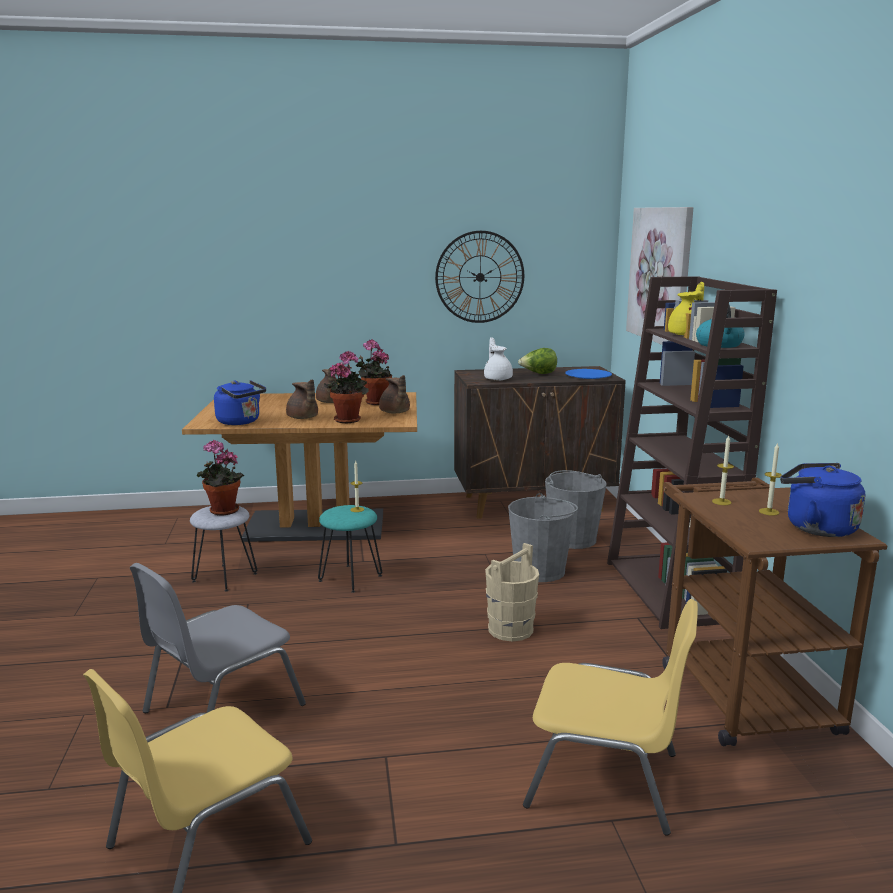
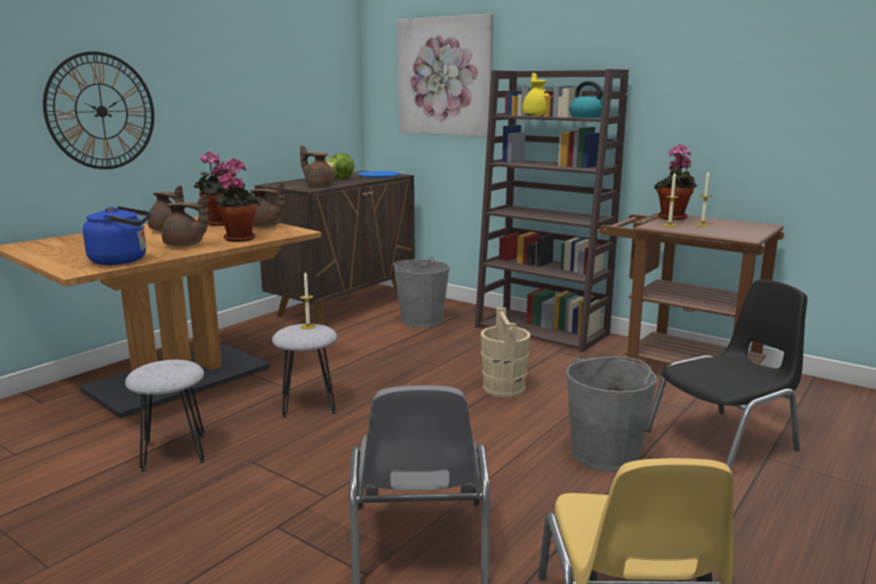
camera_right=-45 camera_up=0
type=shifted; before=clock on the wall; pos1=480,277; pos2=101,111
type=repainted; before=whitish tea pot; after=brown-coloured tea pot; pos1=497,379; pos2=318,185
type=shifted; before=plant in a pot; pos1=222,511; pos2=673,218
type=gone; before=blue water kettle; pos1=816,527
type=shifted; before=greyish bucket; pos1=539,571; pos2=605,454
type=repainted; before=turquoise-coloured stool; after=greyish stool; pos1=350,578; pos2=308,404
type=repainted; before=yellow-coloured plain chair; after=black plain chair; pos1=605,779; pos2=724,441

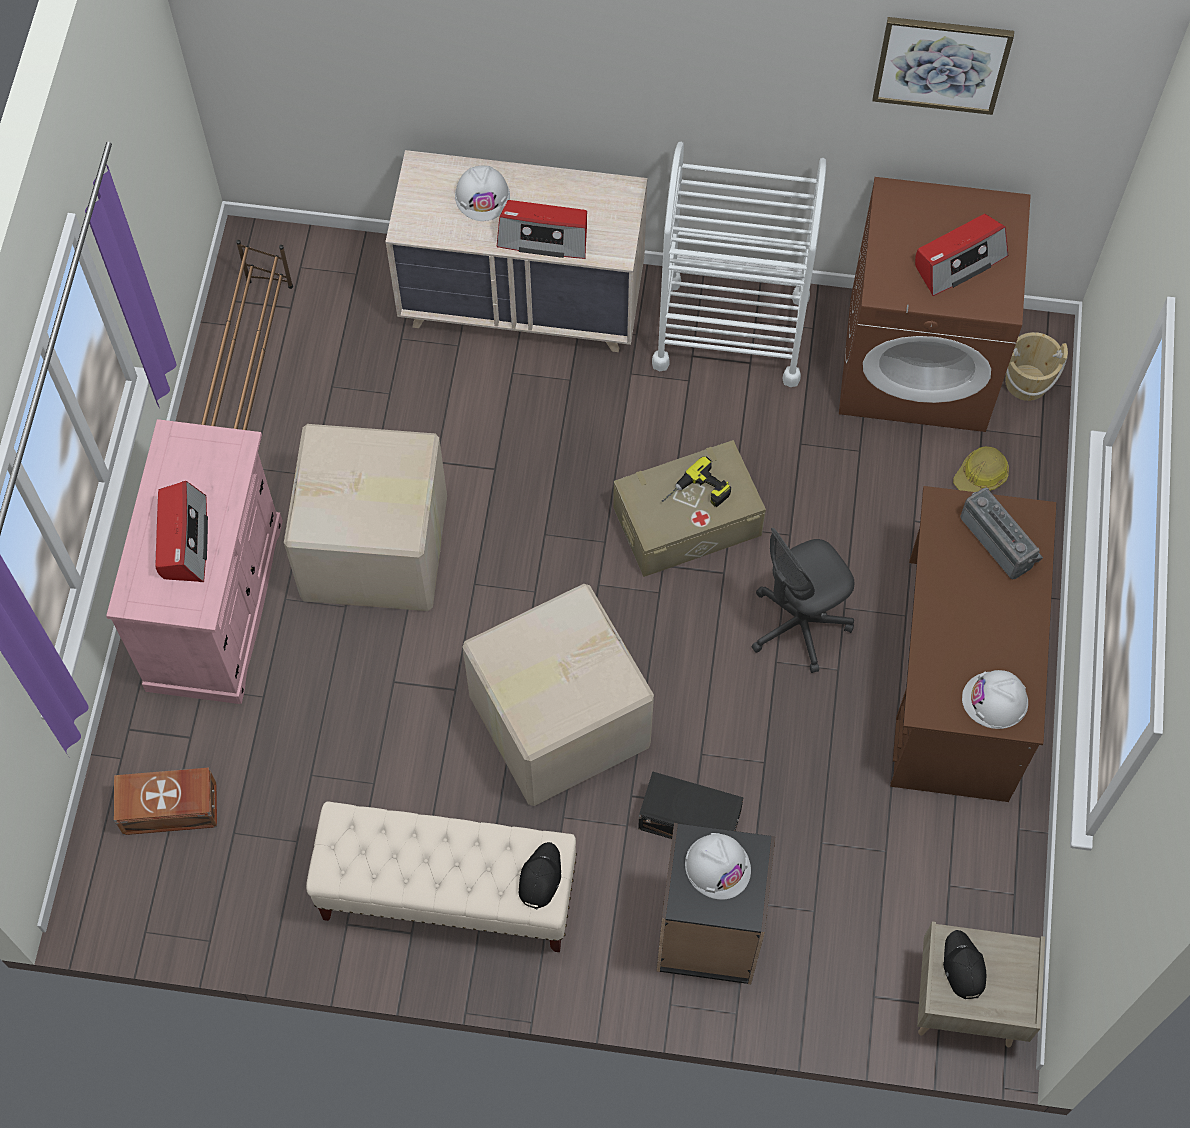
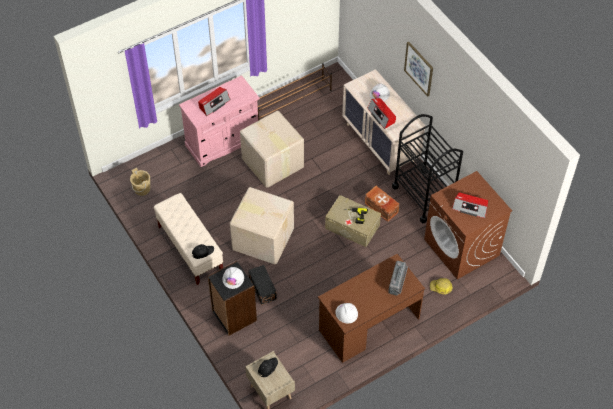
camera_right=50 camera_up=-10
type=shifted; before=wall art; pos1=941,64; pos2=419,68
type=repainted; before=whitish wheeled cart; after=black wheeled cart; pos1=731,331; pos2=423,196
type=shifted; before=sand-coloured bucket; pos1=1026,382; pos2=142,189
type=gone; before=greyish office chair; pos1=798,625
type=shifted; before=brown-coloured storage box; pos1=171,810; pos2=381,208

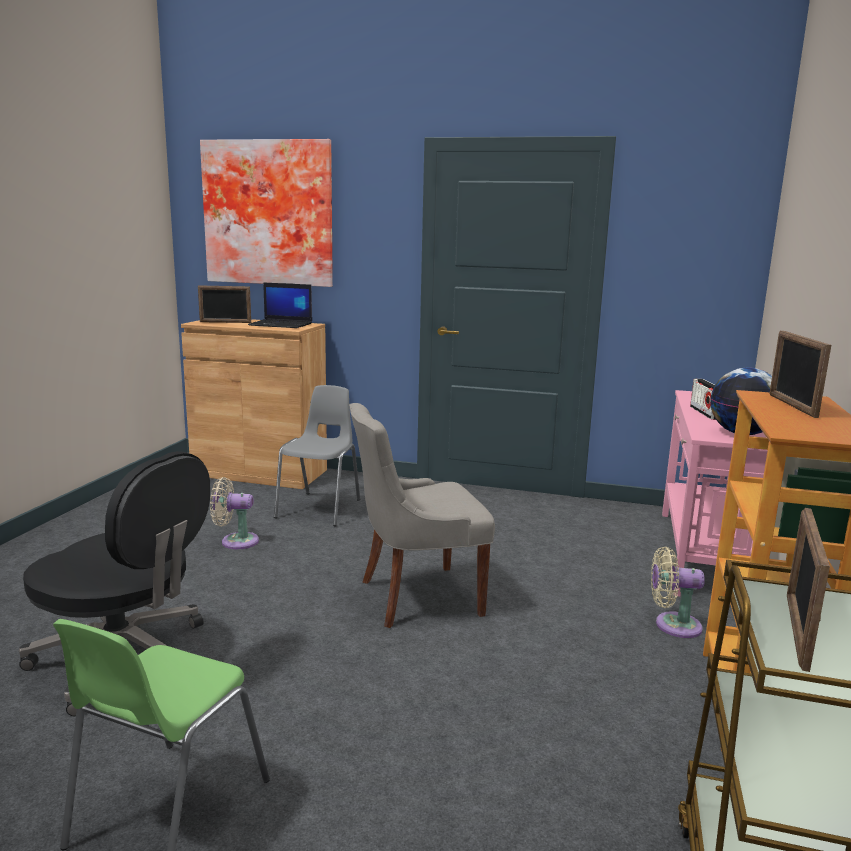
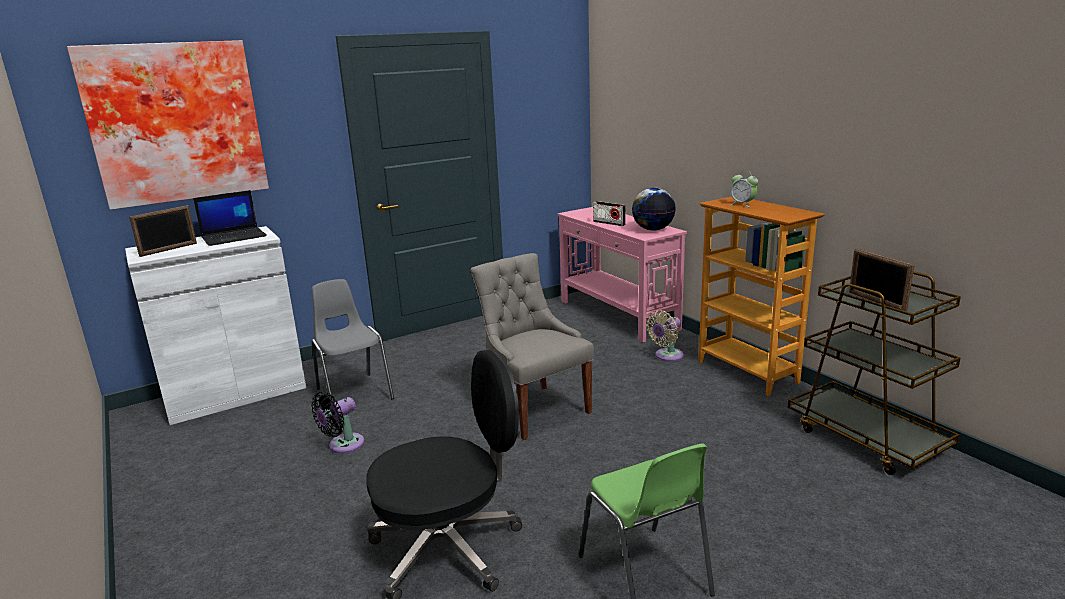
camera_right=-45 camera_up=5
type=repainted; before=brown-coloured cupboard; after=whitish cupboard; pos1=260,472; pos2=235,393
type=swapped; before=standing frame; after=alarm clock; pos1=791,405; pos2=742,204
type=rotated; before=greyish plain chair; pos1=417,597; pos2=535,409; turn=120
type=repainted; before=sand-coloured fan; after=black fan; pos1=236,541; pos2=343,445

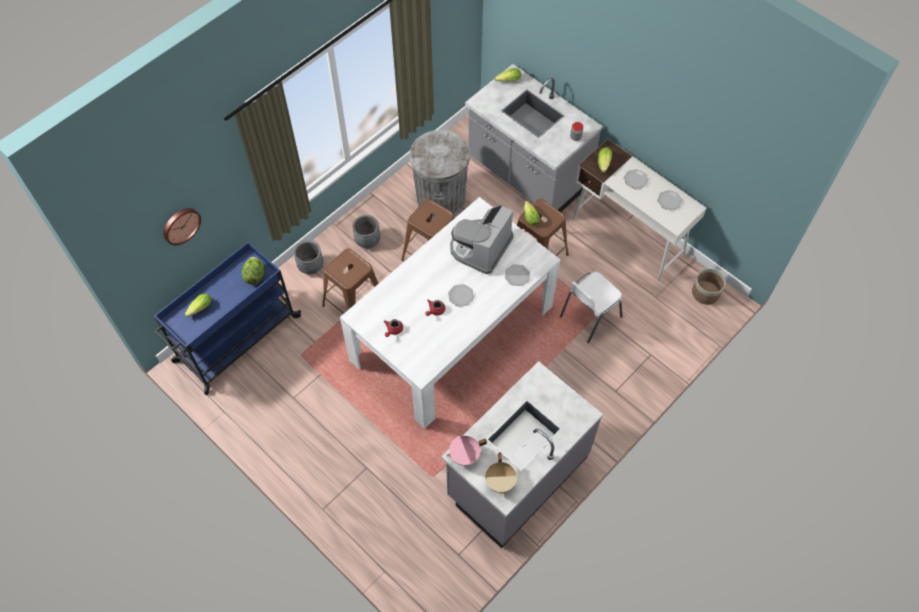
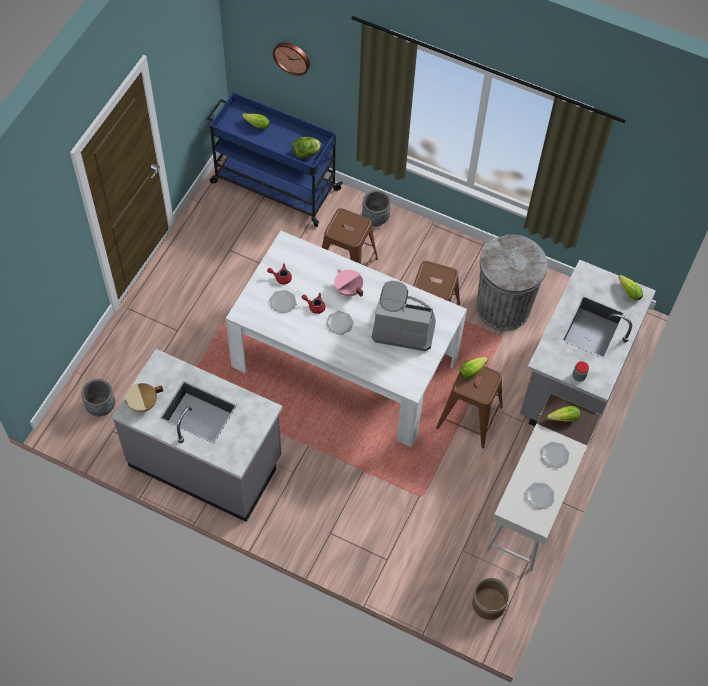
camera_right=70 camera_up=0
type=shifted; before=greyish plant pot; pos1=367,241; pos2=101,406
type=shifted; before=flat dish; pos1=517,276; pos2=282,302
type=gone; before=whitish plain chair; pos1=589,317
type=shifted; before=pink saucepot; pos1=465,456; pos2=348,290

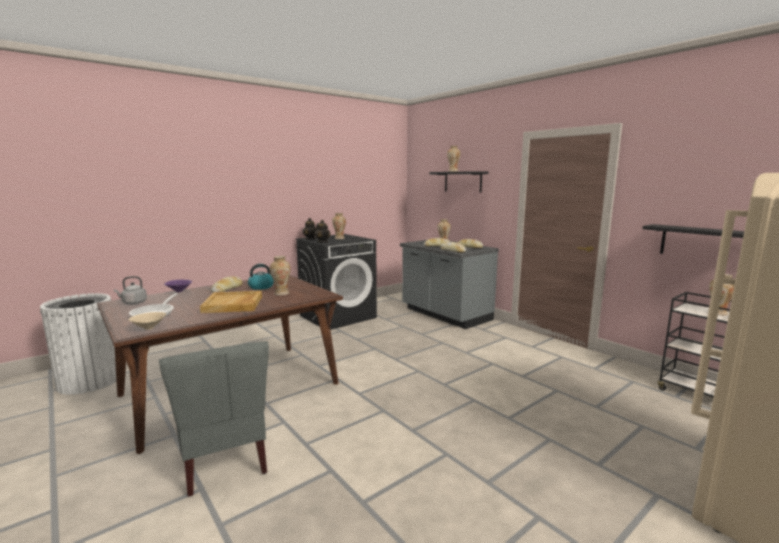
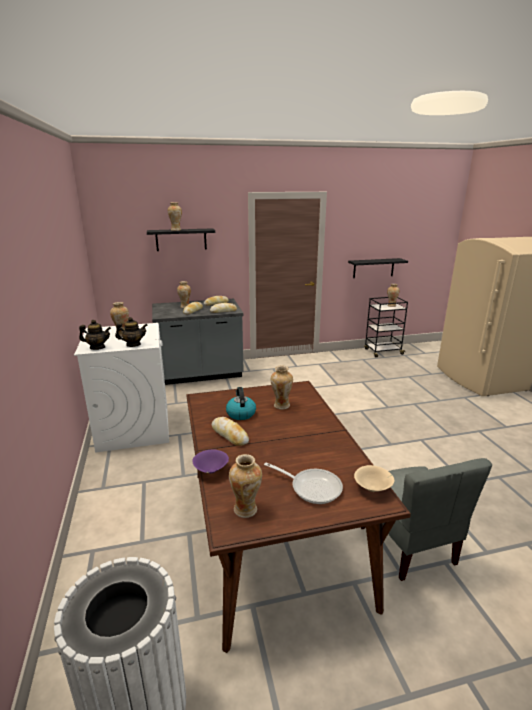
camera_right=-65 camera_up=10
type=repainted; before=black washing machine; after=whitish washing machine; pos1=338,316; pos2=134,427
type=swapped; before=greyish water kettle; after=flower vase; pos1=133,303; pos2=246,509
type=gone; before=sand-coloured carrying tray; pos1=233,304
type=rotated; before=greyish plain chair; pos1=224,461; pos2=408,545; turn=75

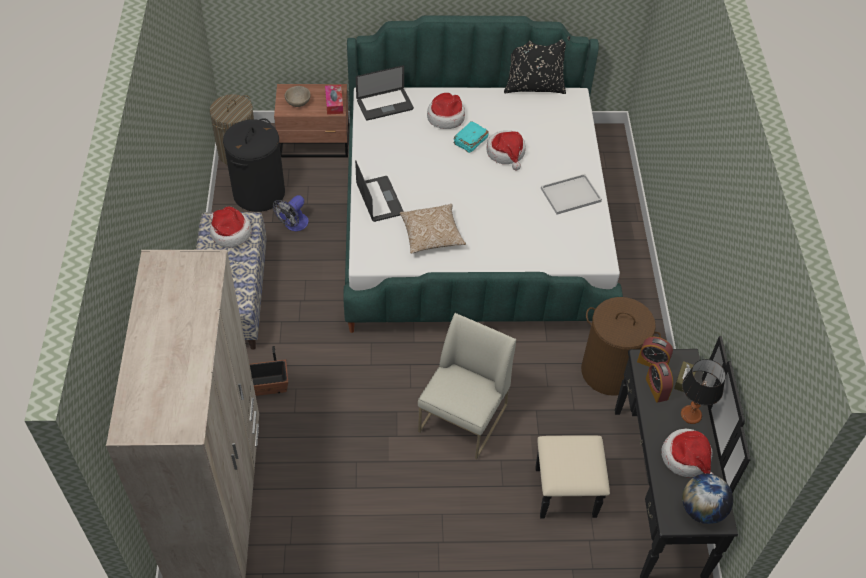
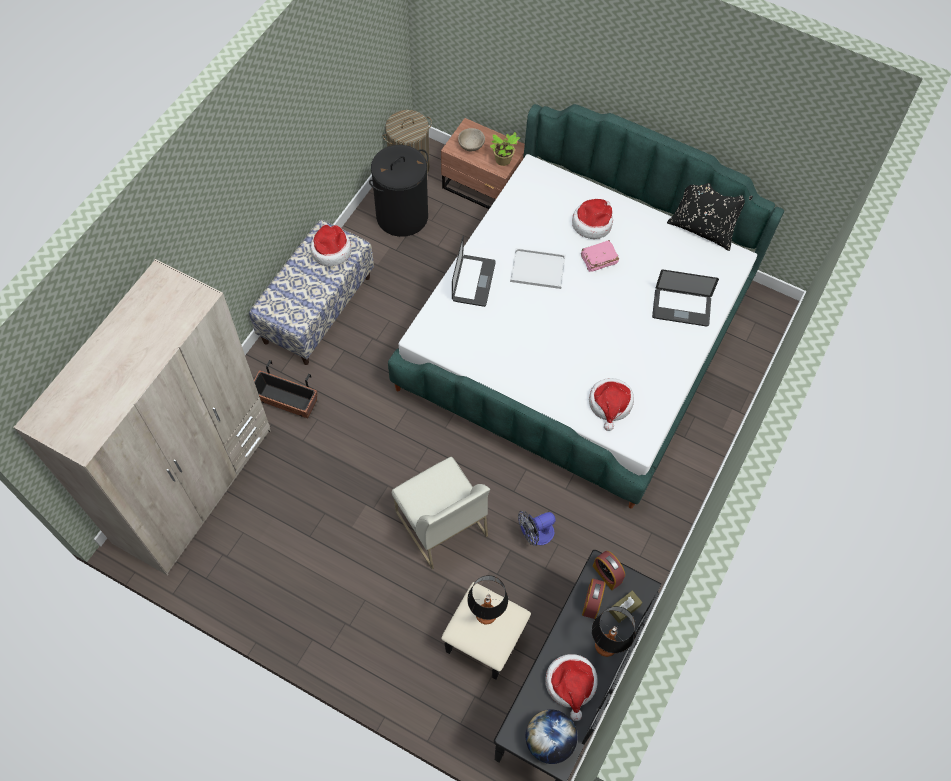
camera_right=30 camera_up=10
type=shifted; before=laptop; pos1=385,105; pos2=681,308
type=swapped; before=tissue box; after=plant in a pot; pos1=334,103; pos2=503,161
type=repainted; before=turquoise-coloured book; after=pink book; pos1=470,141; pos2=598,260
type=shifted; before=hat; pos1=506,153; pos2=610,404
type=shifted; before=whitish carrying tray; pos1=571,194; pos2=539,269
type=shifted; before=fan; pos1=293,225; pos2=535,534
type=gone; before=cushion; pos1=431,235
type=gone; before=brown-coloured laundry basket; pos1=609,371
type=rotated; before=whitish plain chair; pos1=463,419; pos2=440,523; turn=90
type=new; after=tabletop lamp; pos2=486,614

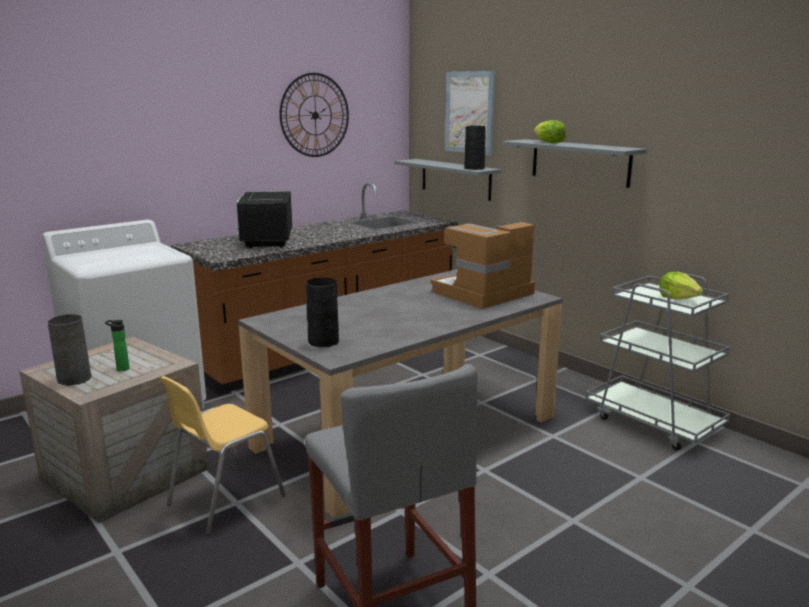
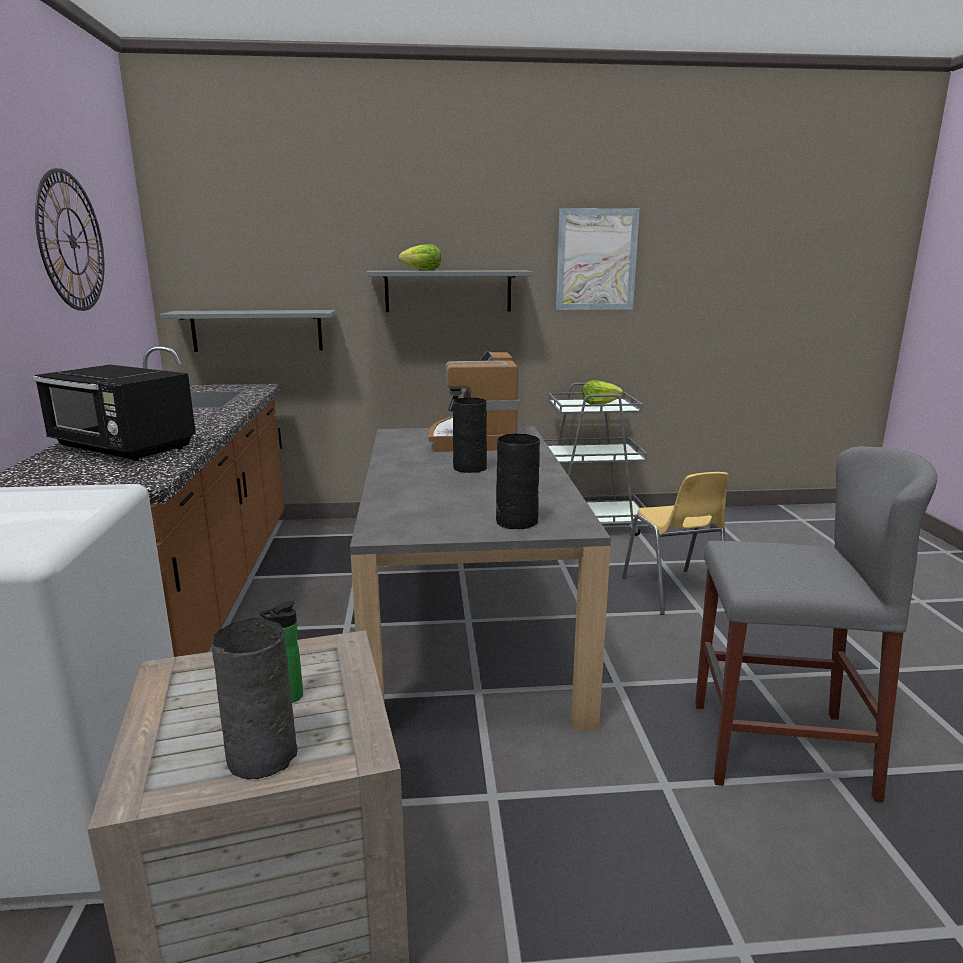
camera_right=-55 camera_up=0
type=shifted; before=wall art; pos1=469,112; pos2=596,260
type=shifted; before=black flower vase; pos1=474,168; pos2=469,468
type=shifted; before=yellow-coloured plain chair; pos1=224,500; pos2=673,592

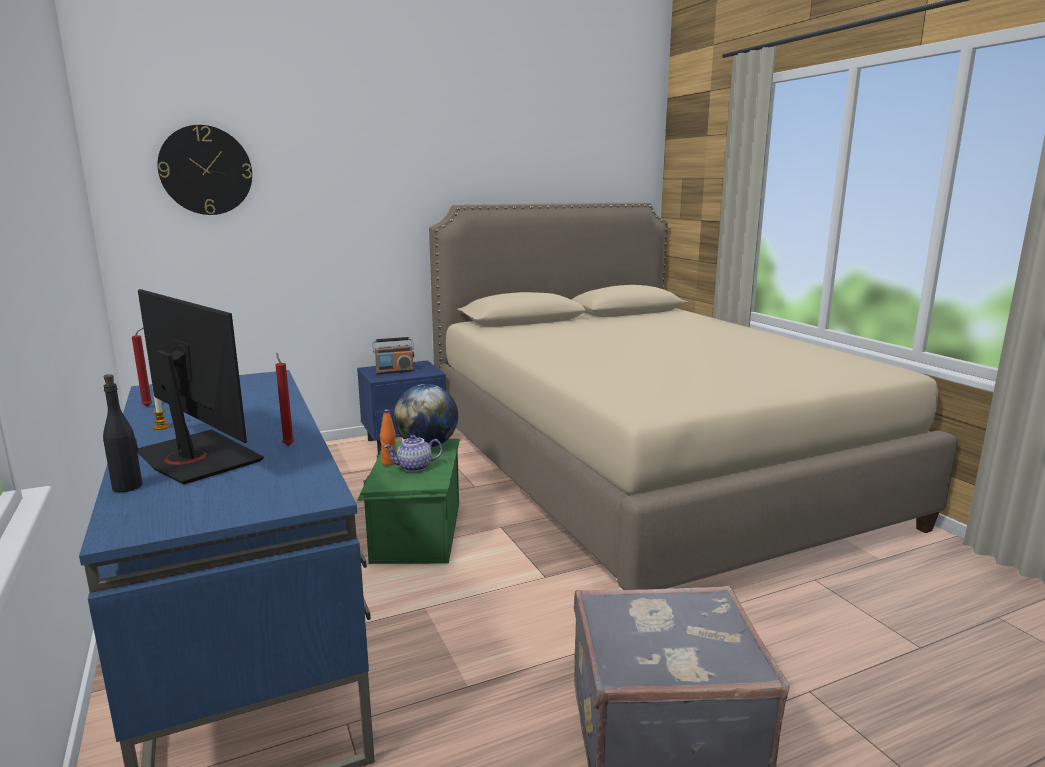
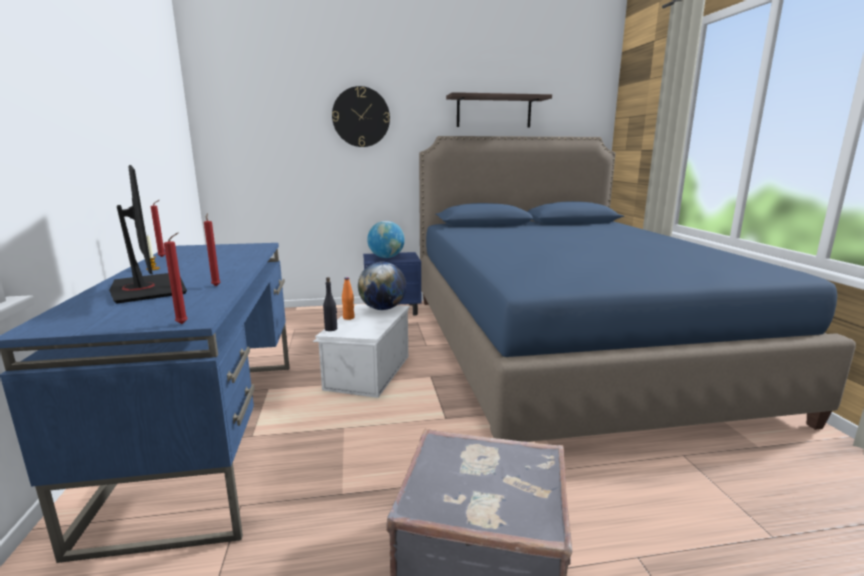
camera_right=15 camera_up=0
type=shifted; before=clock on the wall; pos1=206,170; pos2=361,117
type=repainted; before=sand-coloured bed; after=blue bed; pos1=643,471; pos2=564,347
type=swapped; before=radio receiver; after=desk globe; pos1=394,371; pos2=386,257
type=shifted; before=black bottle; pos1=128,486; pos2=331,329
type=gone; before=tea pot; pos1=414,467
type=repainted; before=green storage box; after=whitish storage box; pos1=415,532; pos2=366,372
type=new; after=shelf; pos2=494,112
type=new; after=reddish wax light; pos2=184,324

